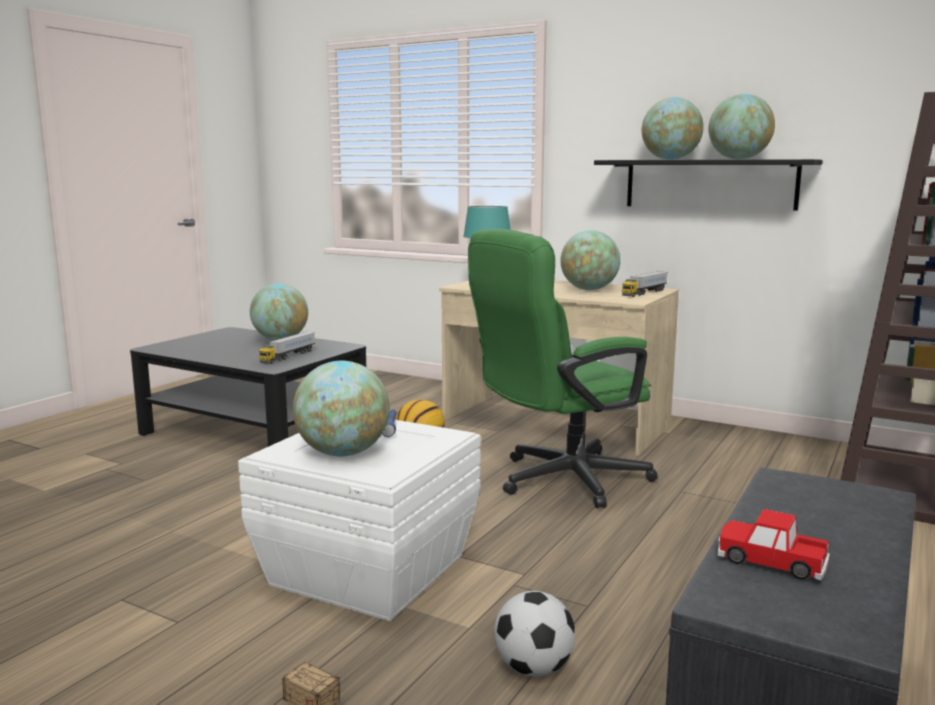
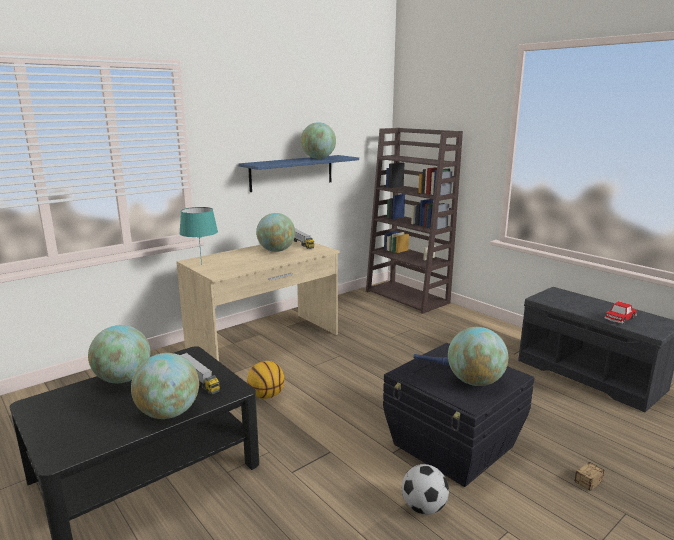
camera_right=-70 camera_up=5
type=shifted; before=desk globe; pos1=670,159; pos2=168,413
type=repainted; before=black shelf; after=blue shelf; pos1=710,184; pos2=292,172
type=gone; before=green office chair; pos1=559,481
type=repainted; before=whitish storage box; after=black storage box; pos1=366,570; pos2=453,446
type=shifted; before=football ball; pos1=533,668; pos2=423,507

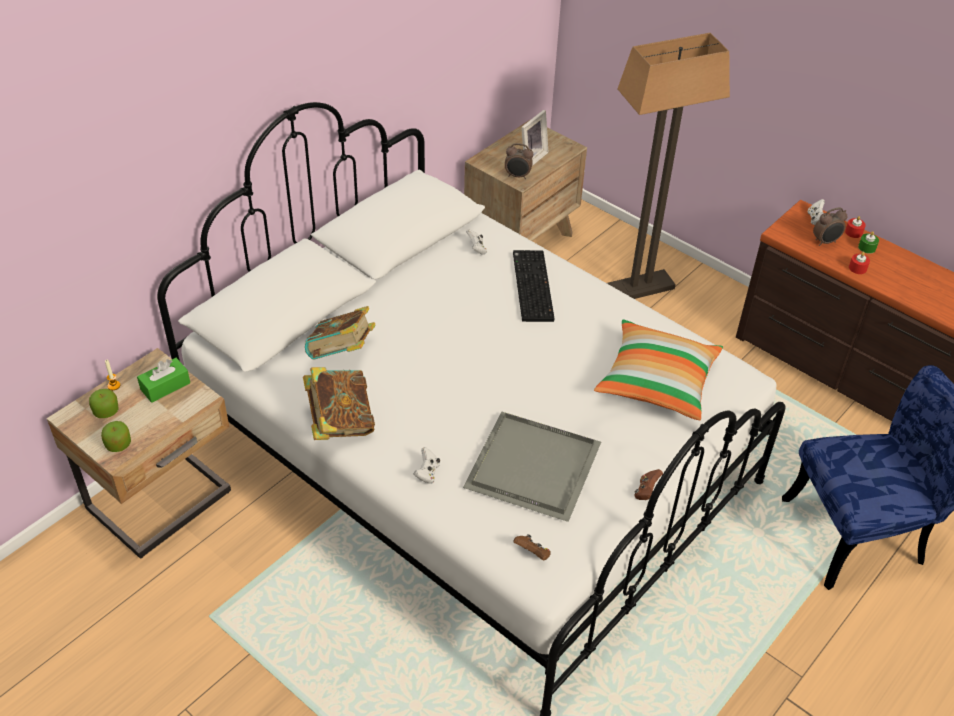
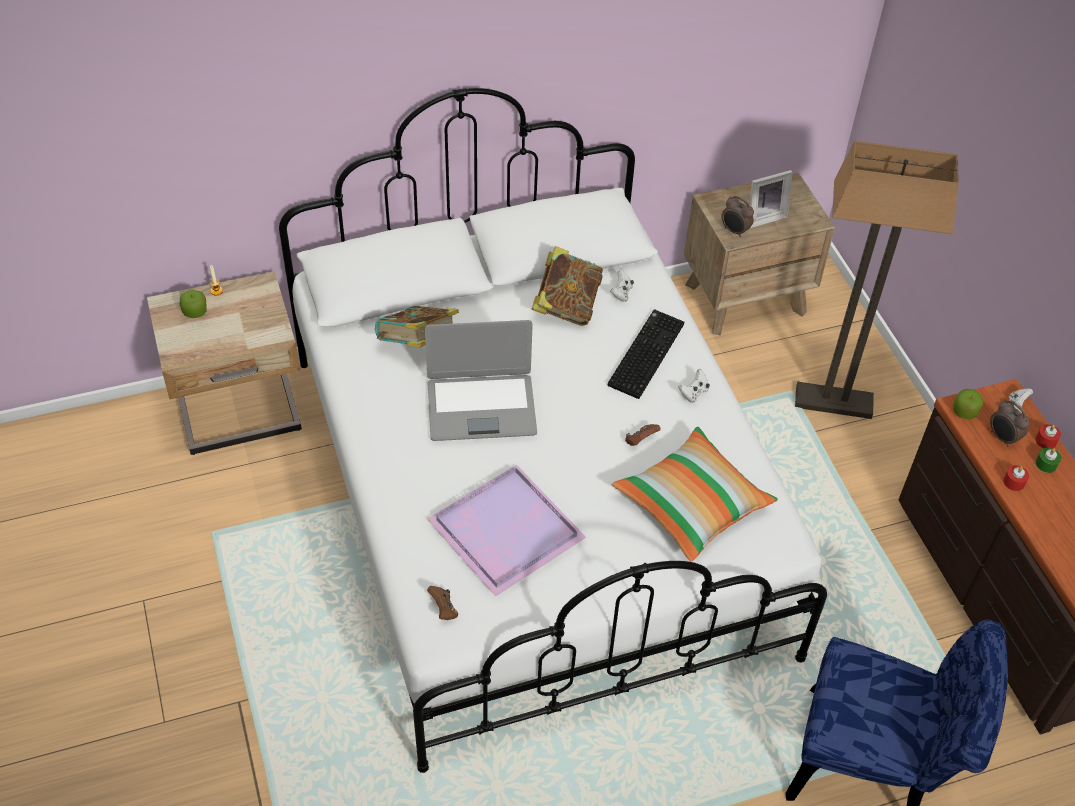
camera_right=30 camera_up=5
type=rotated; before=alarm clock; pos1=825,242; pos2=1002,438; turn=45
type=gone; before=green tissue box; pos1=165,386
type=shifted; before=book; pos1=340,422; pos2=566,306
type=repainted; before=greyish carrying tray; after=purple-coloured carrying tray; pos1=530,468; pos2=503,531
type=shifted; before=apple fruit; pos1=118,444; pos2=964,412
type=shifted; before=whitish gamepad; pos1=427,473; pos2=693,393
type=shifted; before=brown-coloured gamepad; pos1=646,492; pos2=640,441
type=new; after=laptop; pos2=481,407

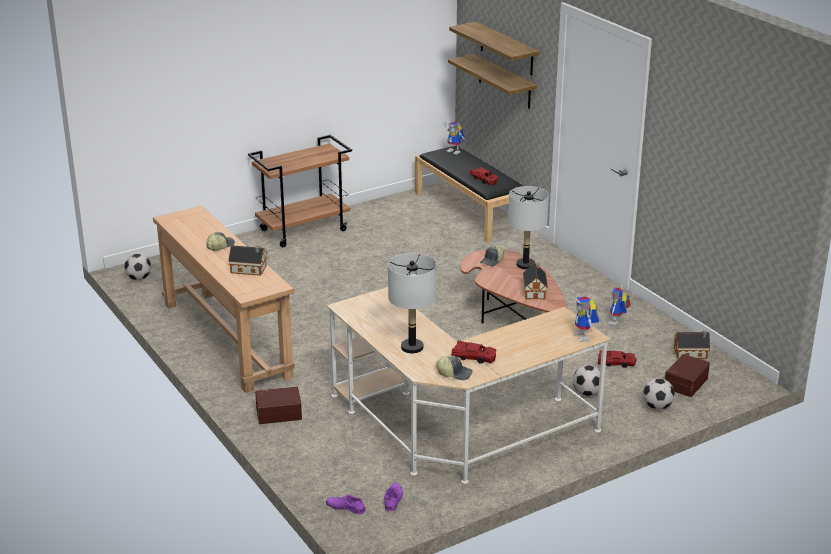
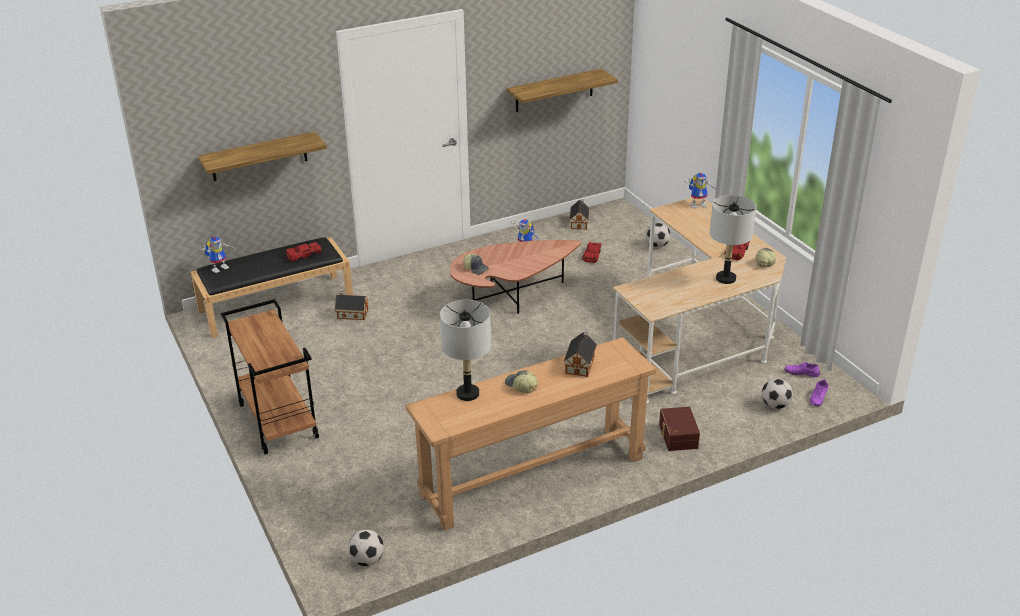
camera_right=-85 camera_up=5
type=shifted; before=shelf; pos1=506,49; pos2=554,90
type=shifted; before=greyish tabletop lamp; pos1=525,265; pos2=468,394
type=shifted; before=toy house; pos1=535,291; pos2=351,314
type=gone; before=brown-coloured storage box; pos1=684,383
type=shifted; before=football ball; pos1=587,393; pos2=775,405

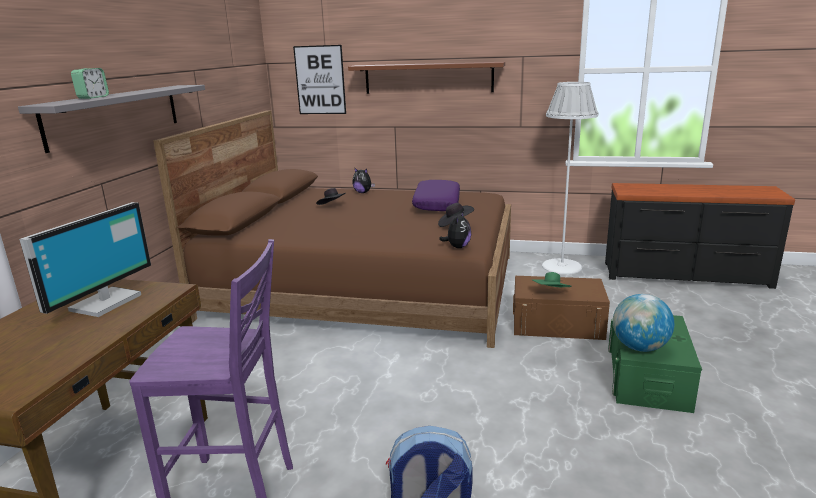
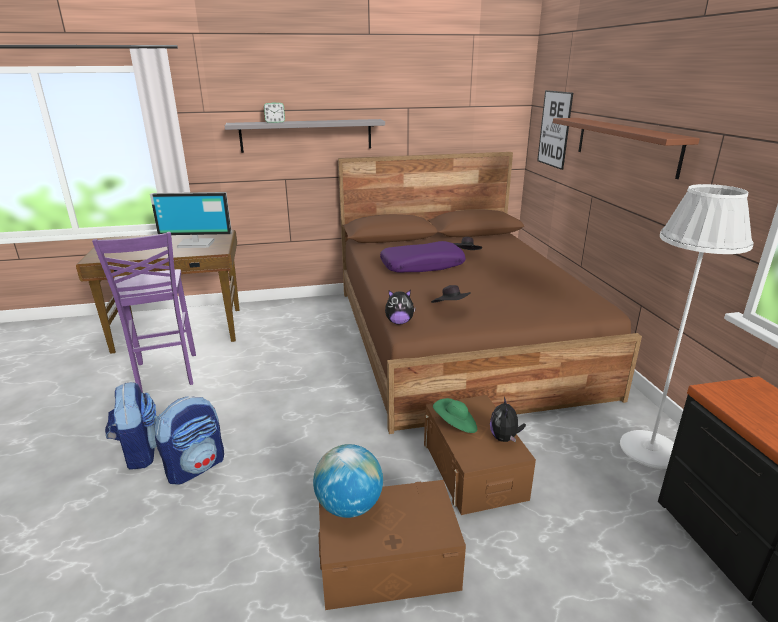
camera_right=65 camera_up=5
type=shifted; before=cuddly toy; pos1=363,192; pos2=504,438
type=shifted; before=purple-coloured cushion; pos1=436,204; pos2=422,265
type=repainted; before=green storage box; after=brown-coloured storage box; pos1=648,378; pos2=388,562
type=new; after=backpack; pos2=196,467

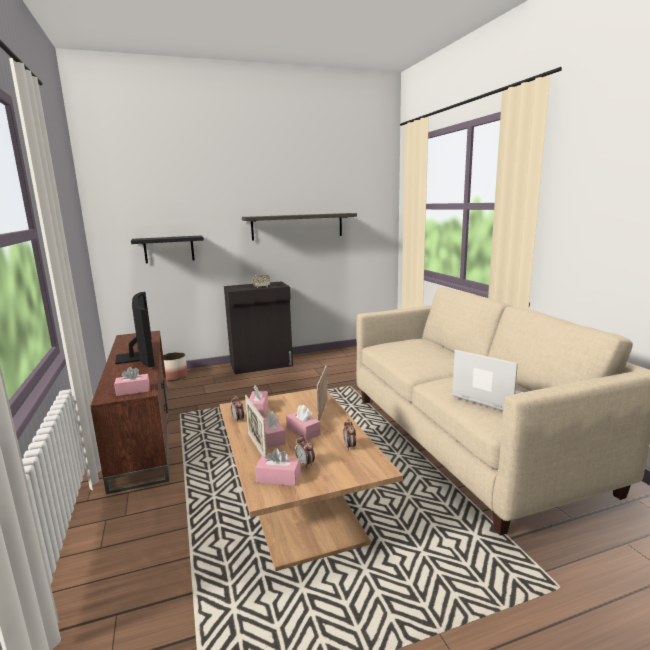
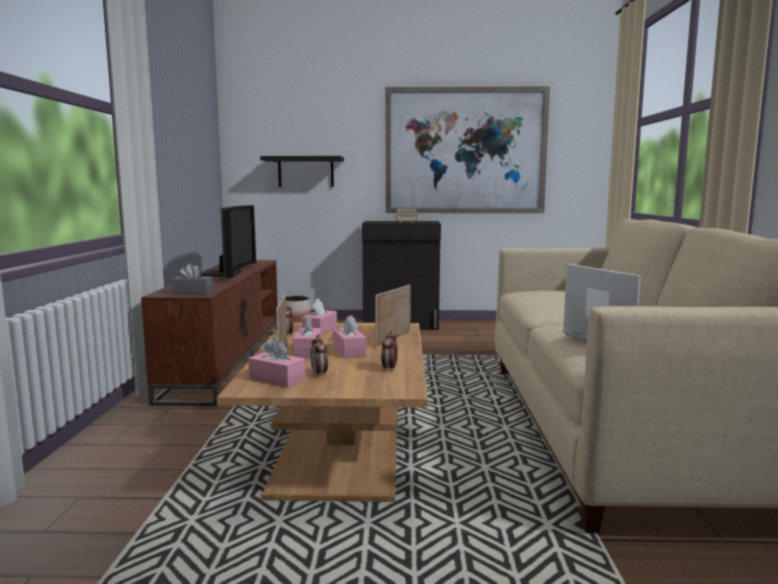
camera_right=20 camera_up=-5
type=swapped; before=shelf; after=wall art; pos1=297,226; pos2=465,151
type=repainted; before=pink tissue box; after=greyish tissue box; pos1=133,390; pos2=192,292

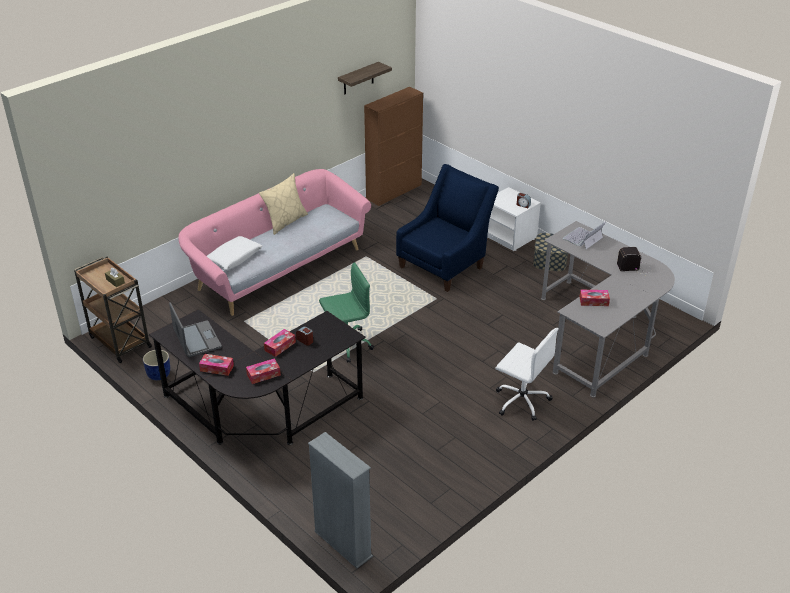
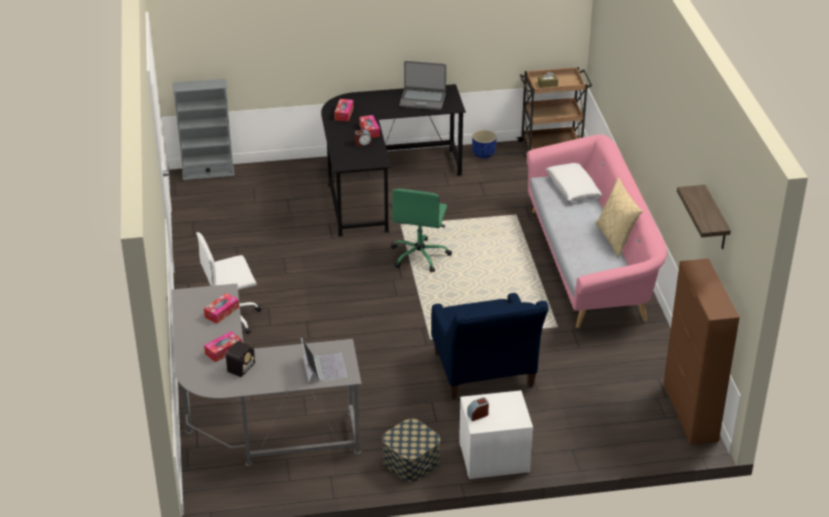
camera_right=125 camera_up=0
type=shifted; before=tissue box; pos1=217,368; pos2=223,351

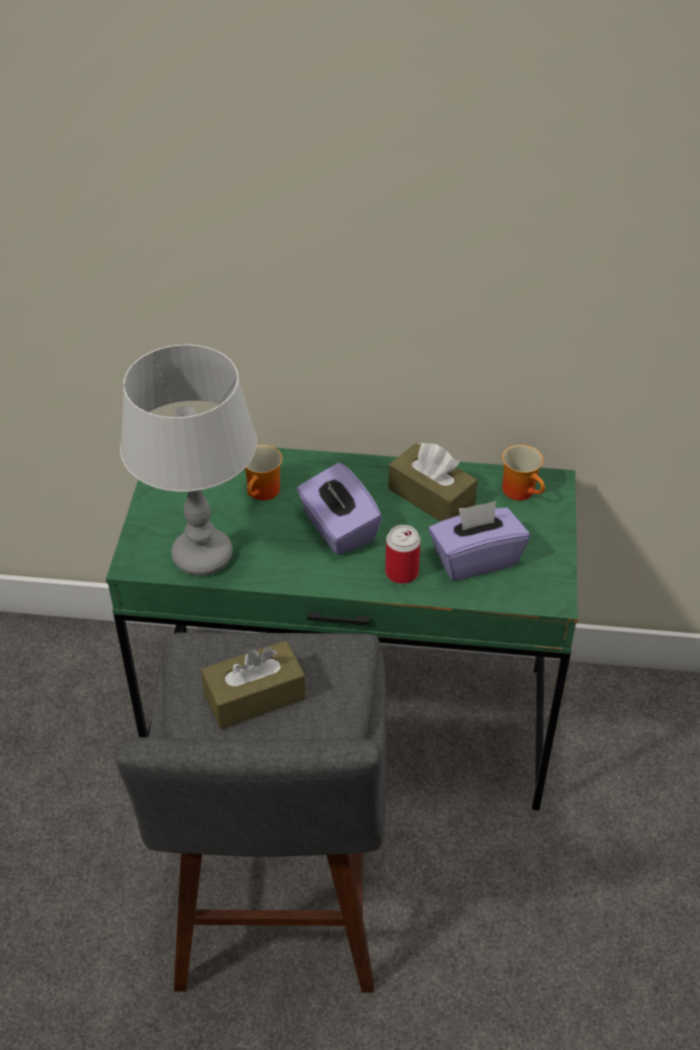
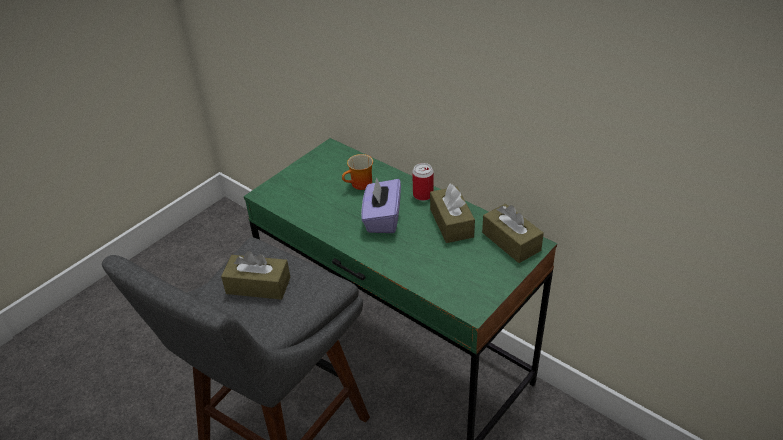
camera_right=35 camera_up=-5
type=gone; before=greyish tabletop lamp; pos1=201,556
type=swapped; before=tea mug; after=brown-coloured tissue box; pos1=522,491; pos2=511,241
type=gone; before=purple-coloured tissue box; pos1=475,558
type=shifted; before=metal can; pos1=401,572; pos2=423,195

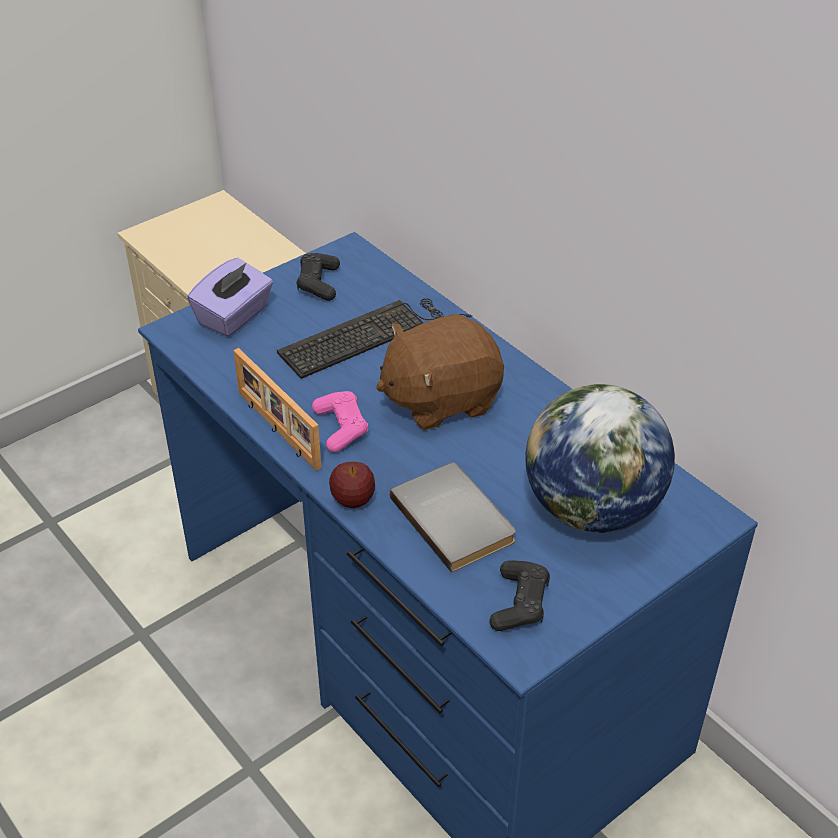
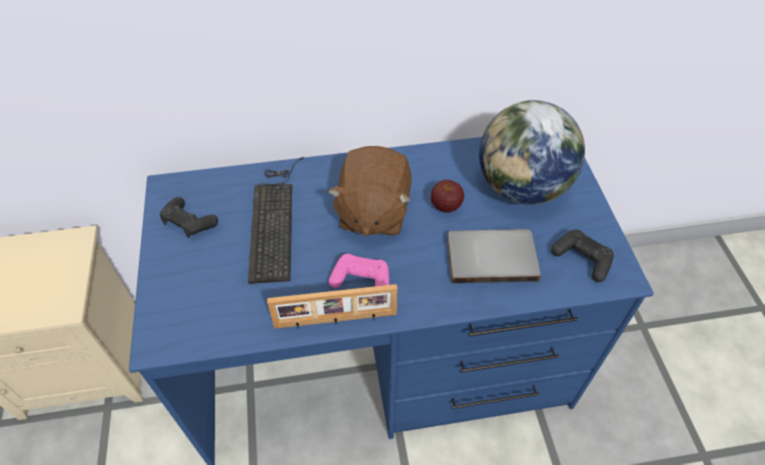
camera_right=-60 camera_up=10
type=gone; before=purple-coloured tissue box; pos1=234,316
type=shifted; before=apple fruit; pos1=352,500; pos2=446,206

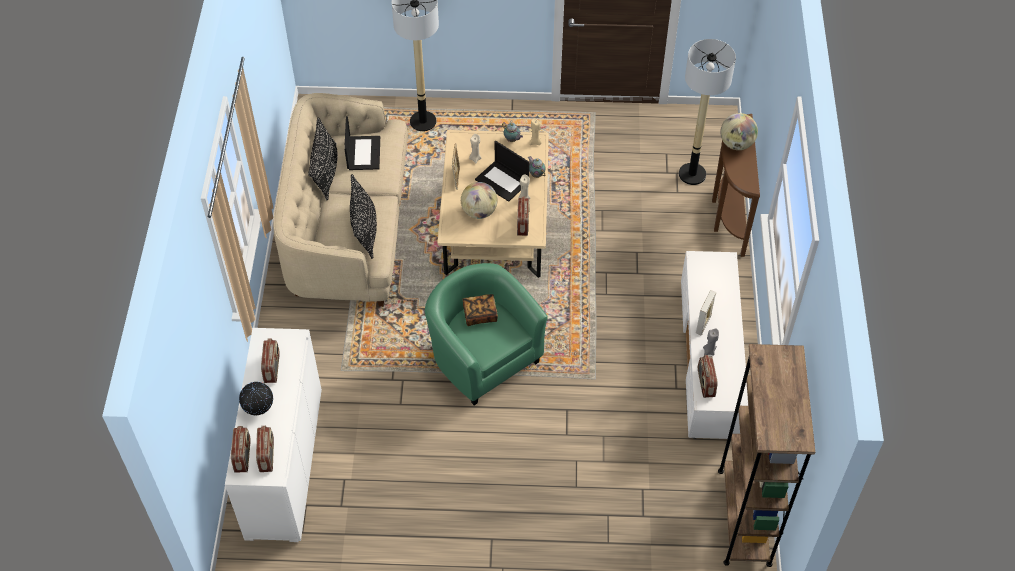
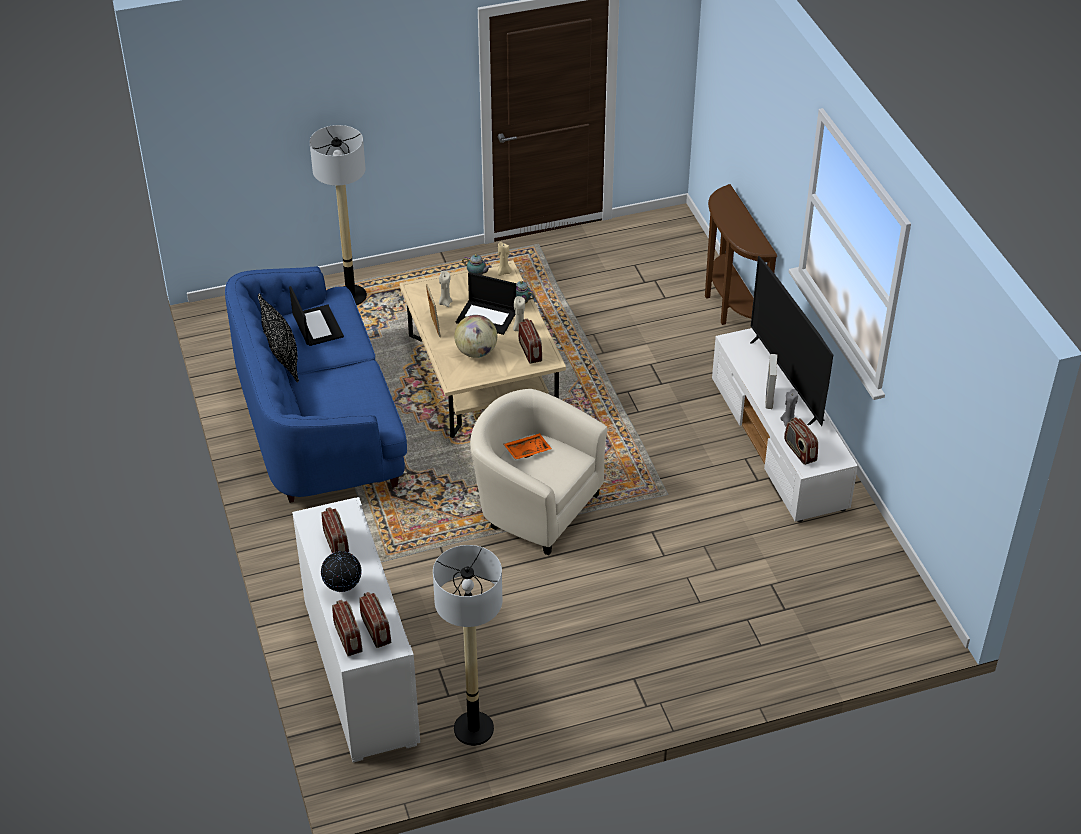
camera_right=-20 camera_up=-10
type=shifted; before=floor lamp; pos1=692,174; pos2=473,729
type=repainted; before=sand-coloured sofa; after=blue sofa; pos1=349,228; pos2=318,420
type=gone; before=desk globe; pos1=736,144
type=gone; before=black cushion; pos1=364,228
type=repainted; before=green easy chair; after=sand-coloured easy chair; pos1=483,357; pos2=534,506
type=swapped; before=book; after=orangey carrying tray; pos1=480,315; pos2=527,450
type=gone; before=brown-coloured bookcase; pos1=744,516
type=new; after=TV; pos2=786,380

